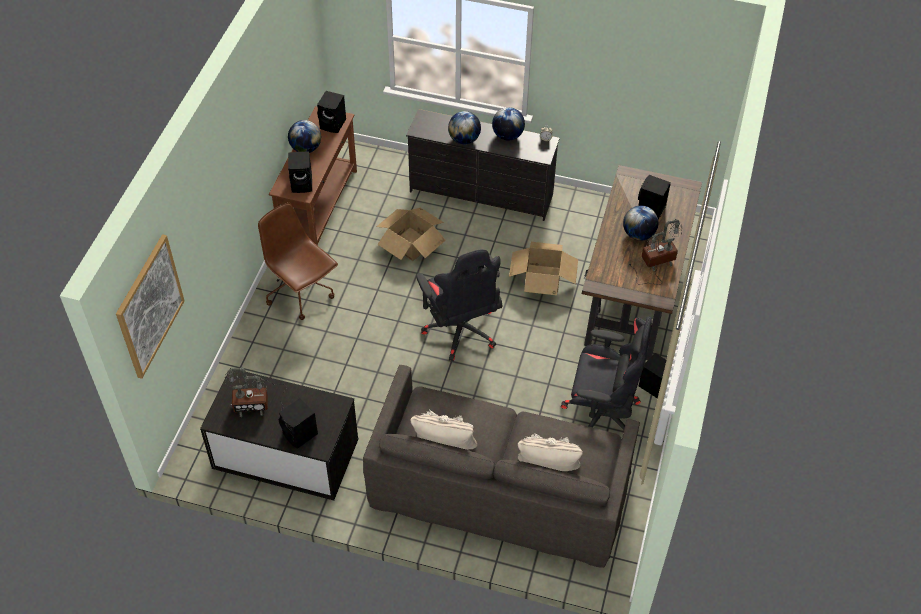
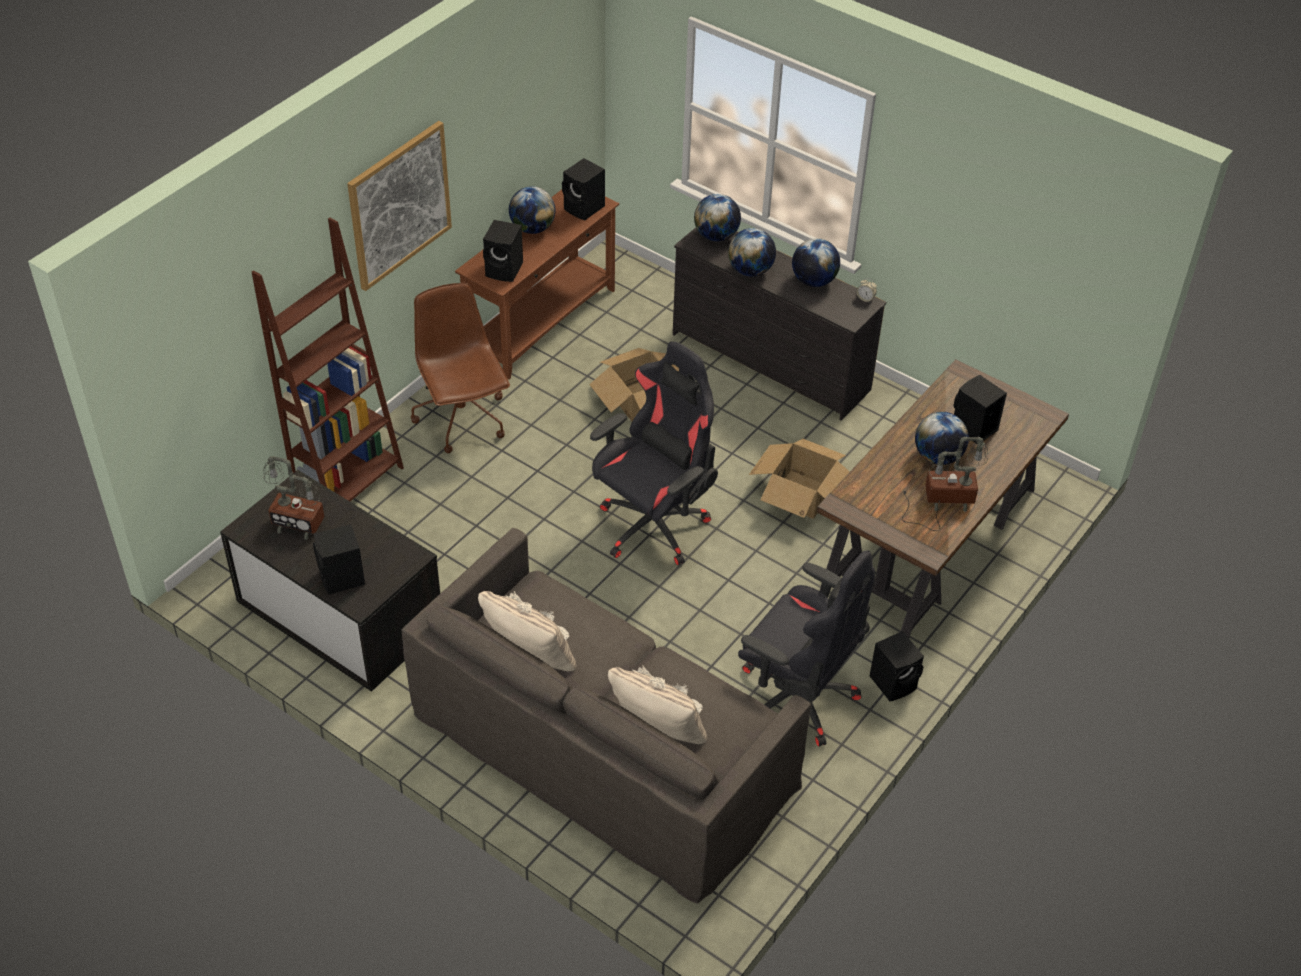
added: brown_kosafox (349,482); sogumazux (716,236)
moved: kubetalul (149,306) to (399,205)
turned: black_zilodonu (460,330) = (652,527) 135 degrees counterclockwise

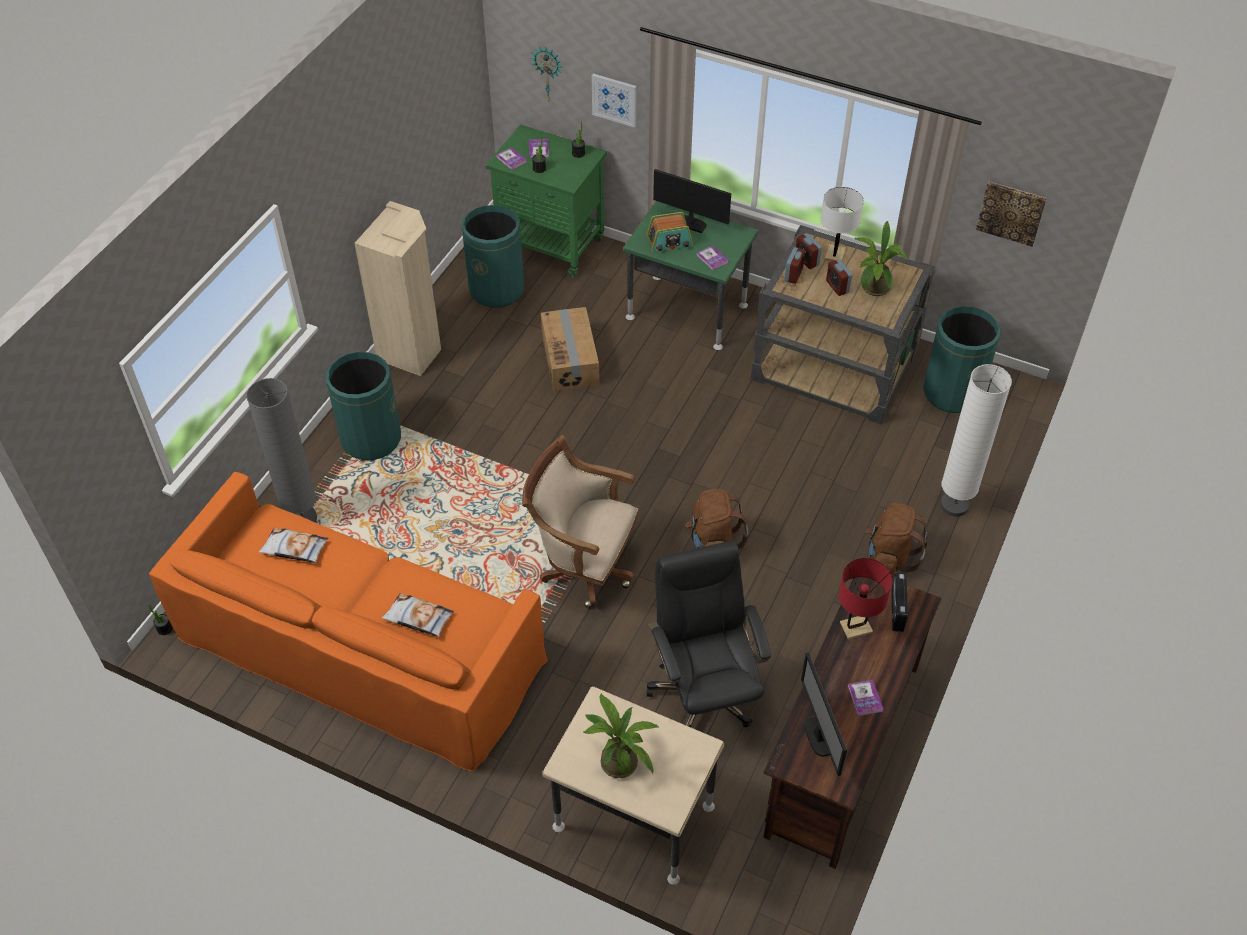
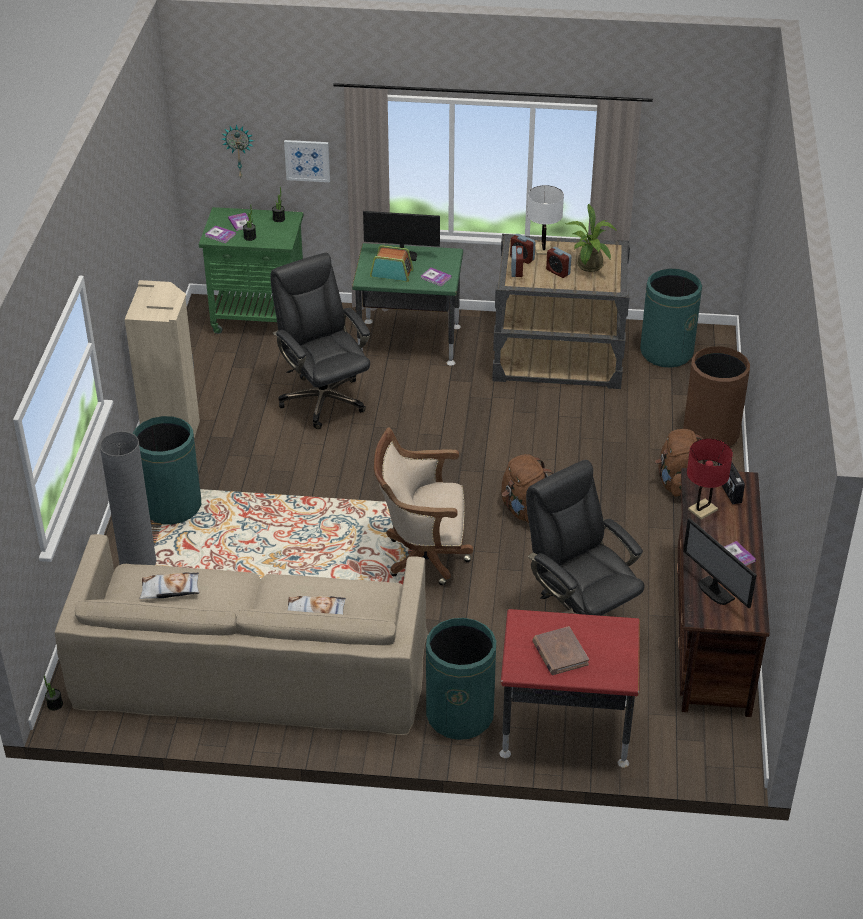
removed: kubetalul (1011,212)
moved: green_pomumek (497,289) to (460,715)
replaced: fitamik (570,359) to black_zilodonu (324,402); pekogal (618,758) to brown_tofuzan (559,653); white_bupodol (954,505) to brown_pomumek (711,433)
recoloured: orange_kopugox (360,646) to beige_kopugox (252,668); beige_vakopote (632,817) to red_vakopote (565,728)
turned: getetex (669,242) = (391,273) 135 degrees counterclockwise

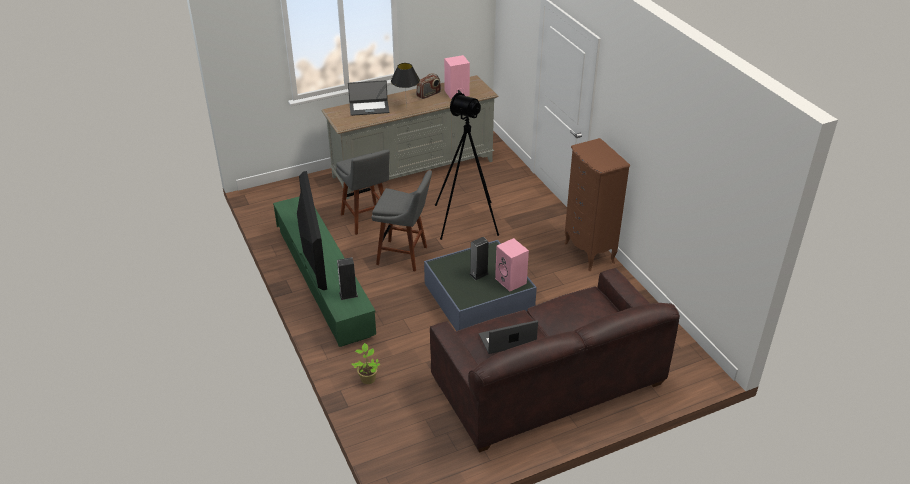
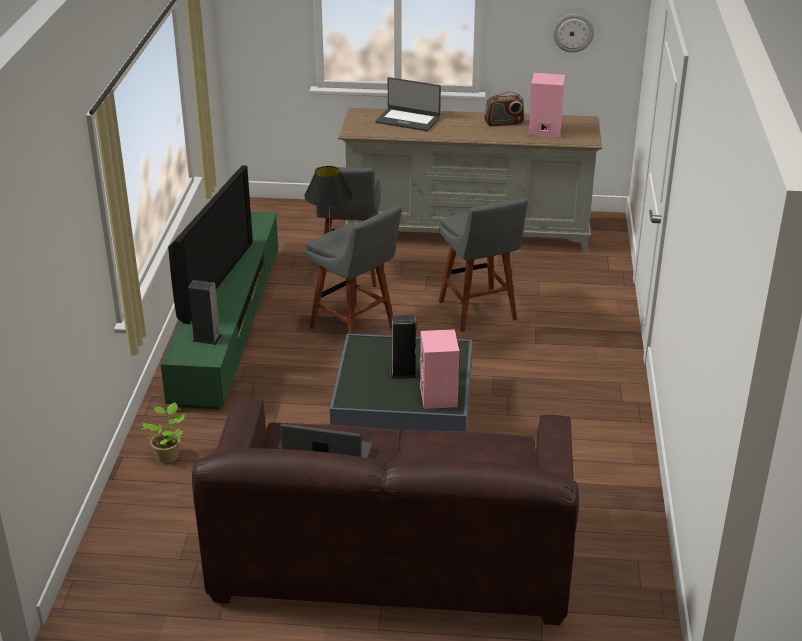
removed: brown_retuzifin (587,253)
added: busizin (573,32)
moved: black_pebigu (406,107) to (329,239)
replaced: black_bupodol (466,220) to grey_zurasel (479,313)

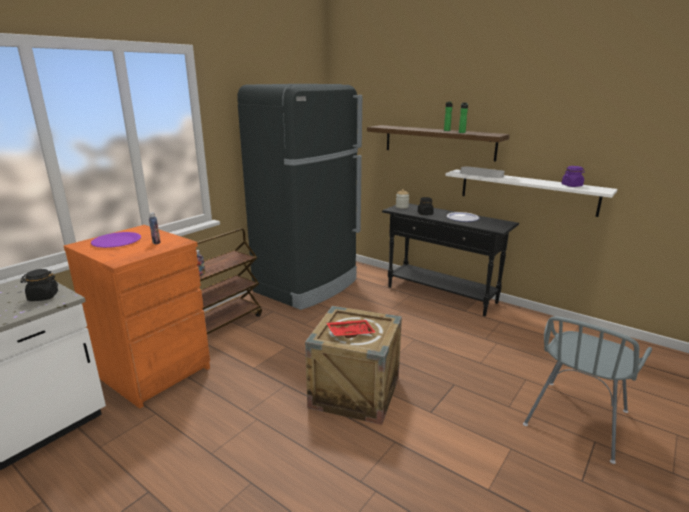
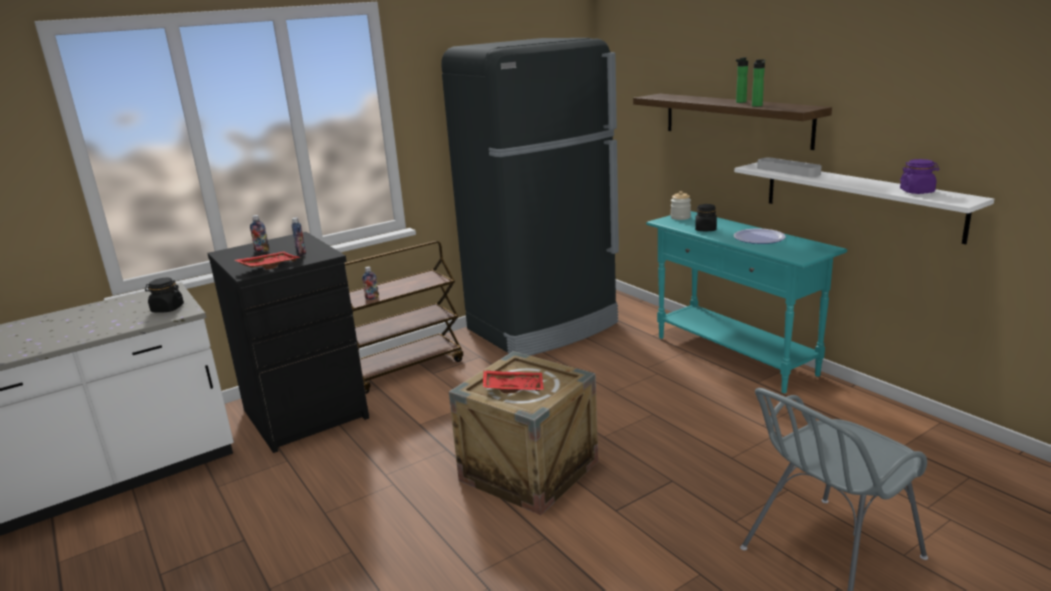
added: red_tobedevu (268,266)
replaced: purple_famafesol (117,241) to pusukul (262,251)
recoloured: orange_retuzifin (154,371) to black_retuzifin (307,414); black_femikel (441,295) to turquoise_femikel (734,356)

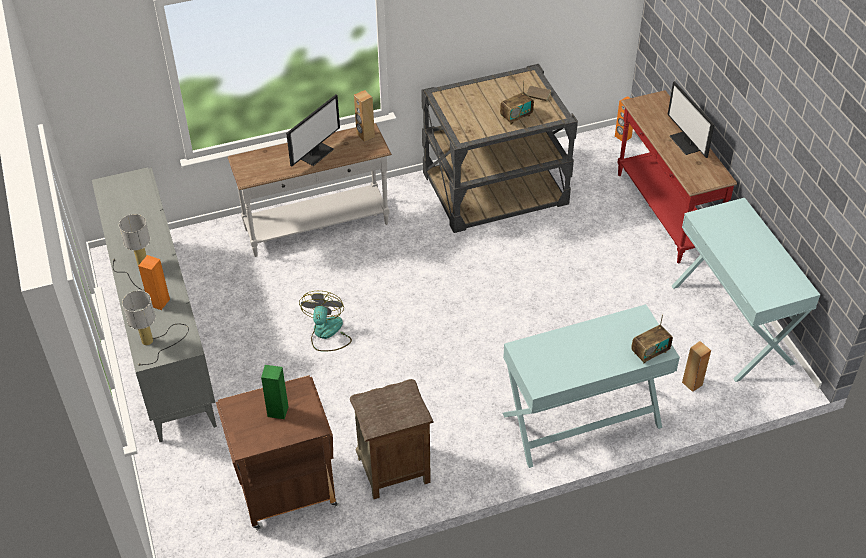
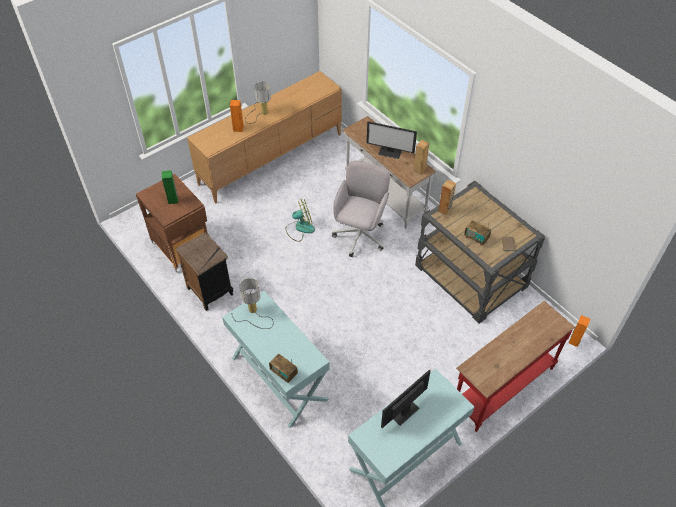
added: grey_zilodonu (360,236)
moved: pebigu (155,342) to (253,314); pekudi (686,143) to (404,412); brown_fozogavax (692,383) to (445,210)
recoloured: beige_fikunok (393,469) to black_fikunok (210,290); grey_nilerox (161,333) to brown_nilerox (271,158)

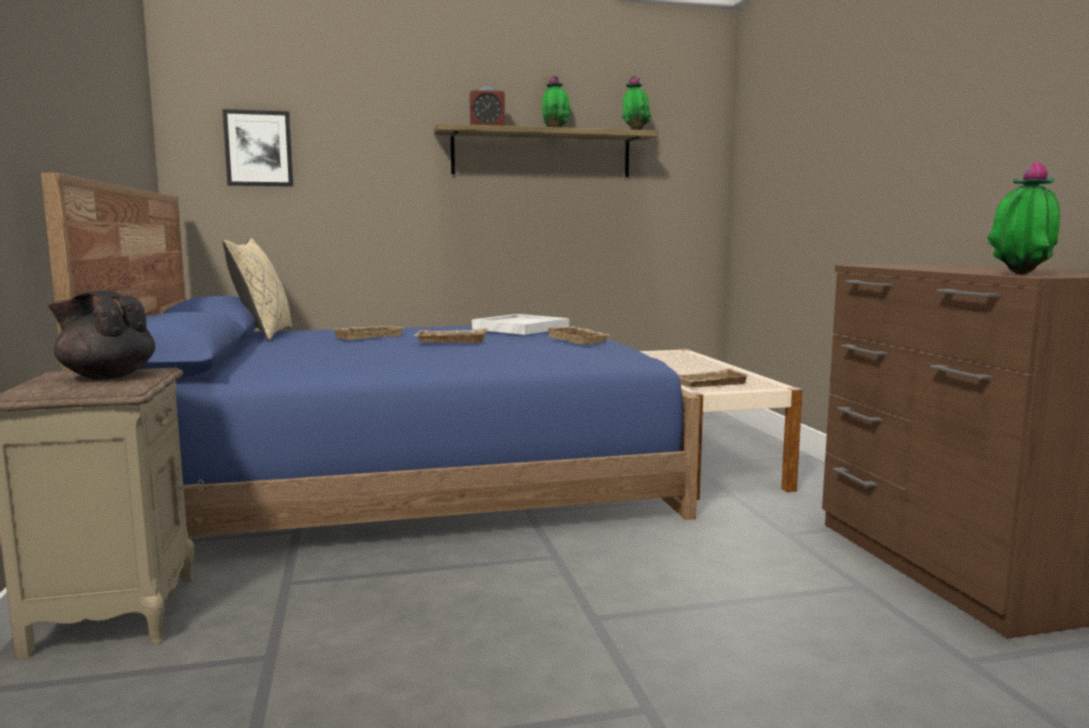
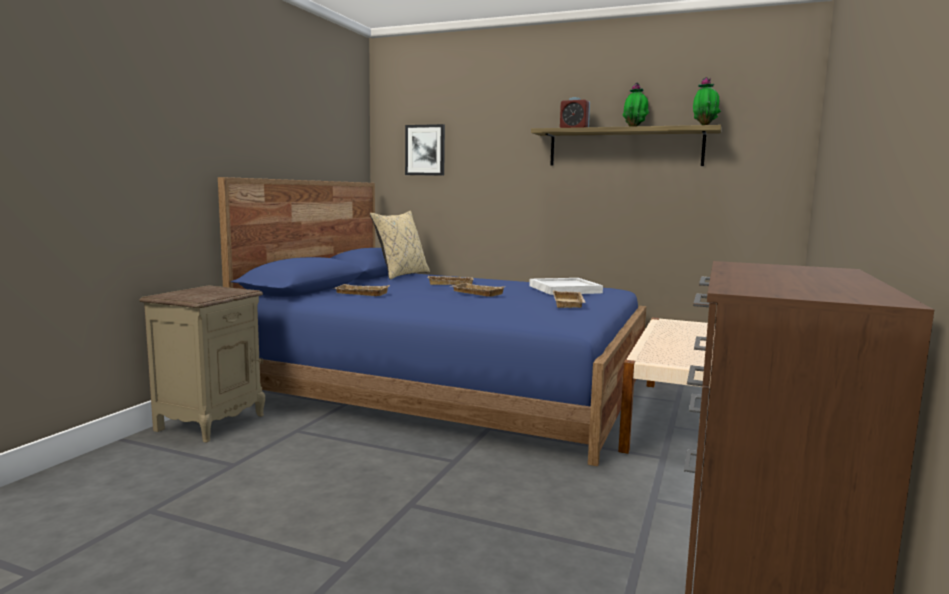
removed: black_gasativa (107,376); pekogal (1019,275)
moved: beige_tobedevu (710,384) to (360,294)

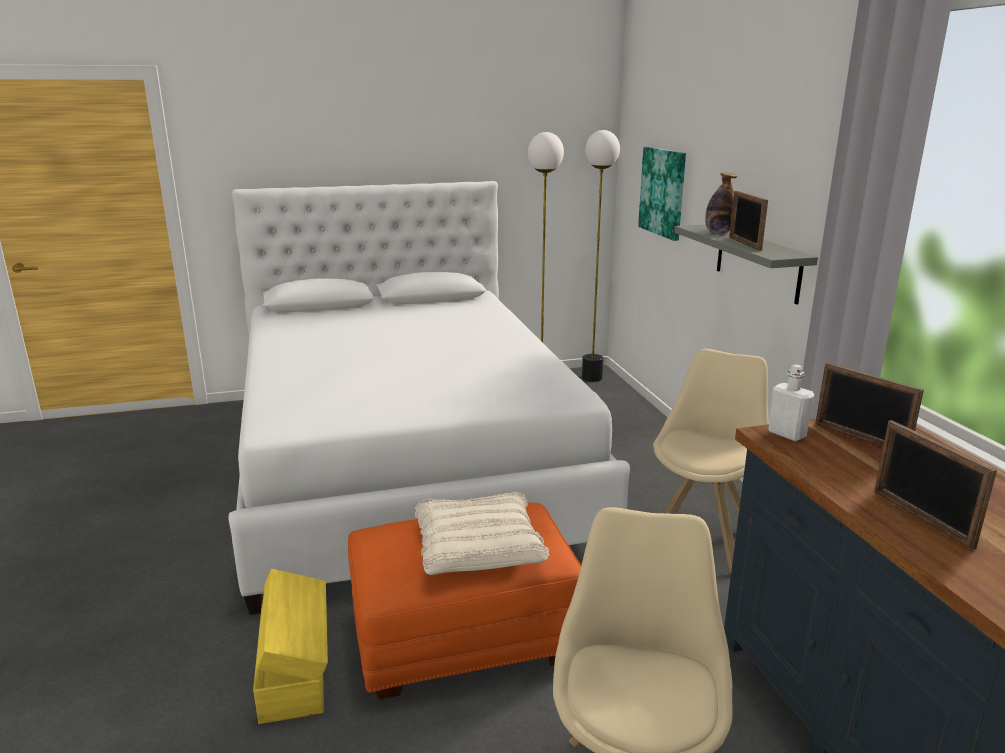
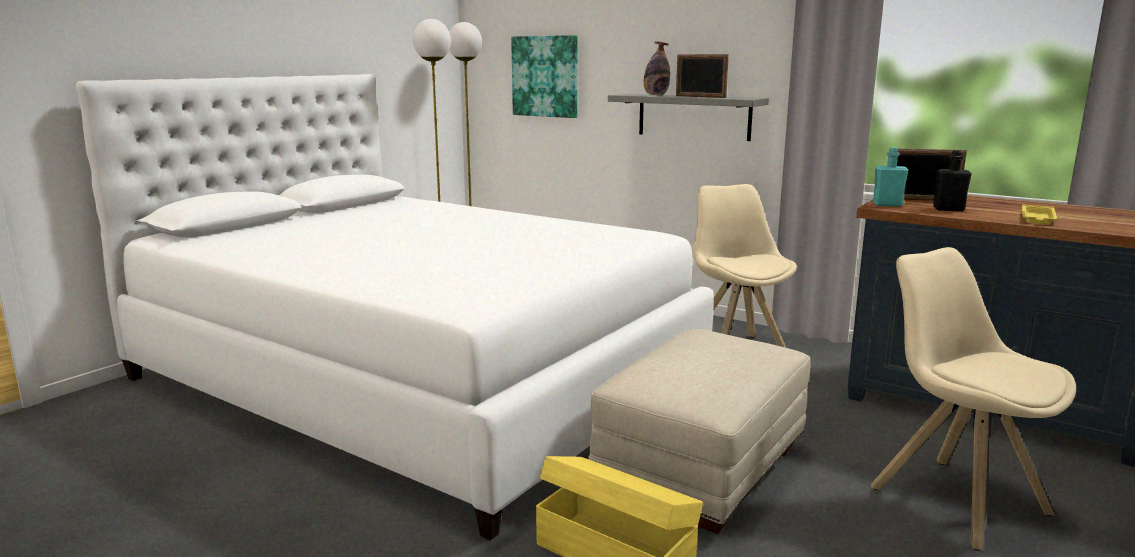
removed: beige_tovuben (478,546)
added: black_pusukul (948,209)
replaced: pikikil (921,518) to yellow_tobedevu (1037,218)
recoloured: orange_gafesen (464,639) to beige_gafesen (701,469); white_pusukul (787,434) to turquoise_pusukul (887,205)

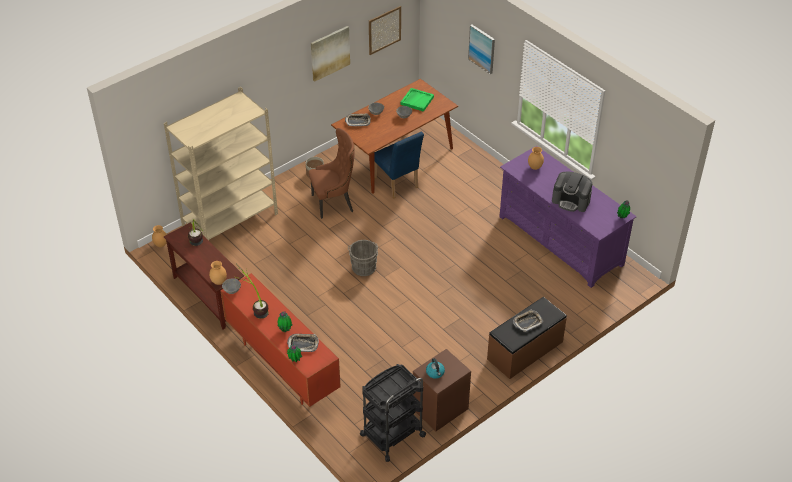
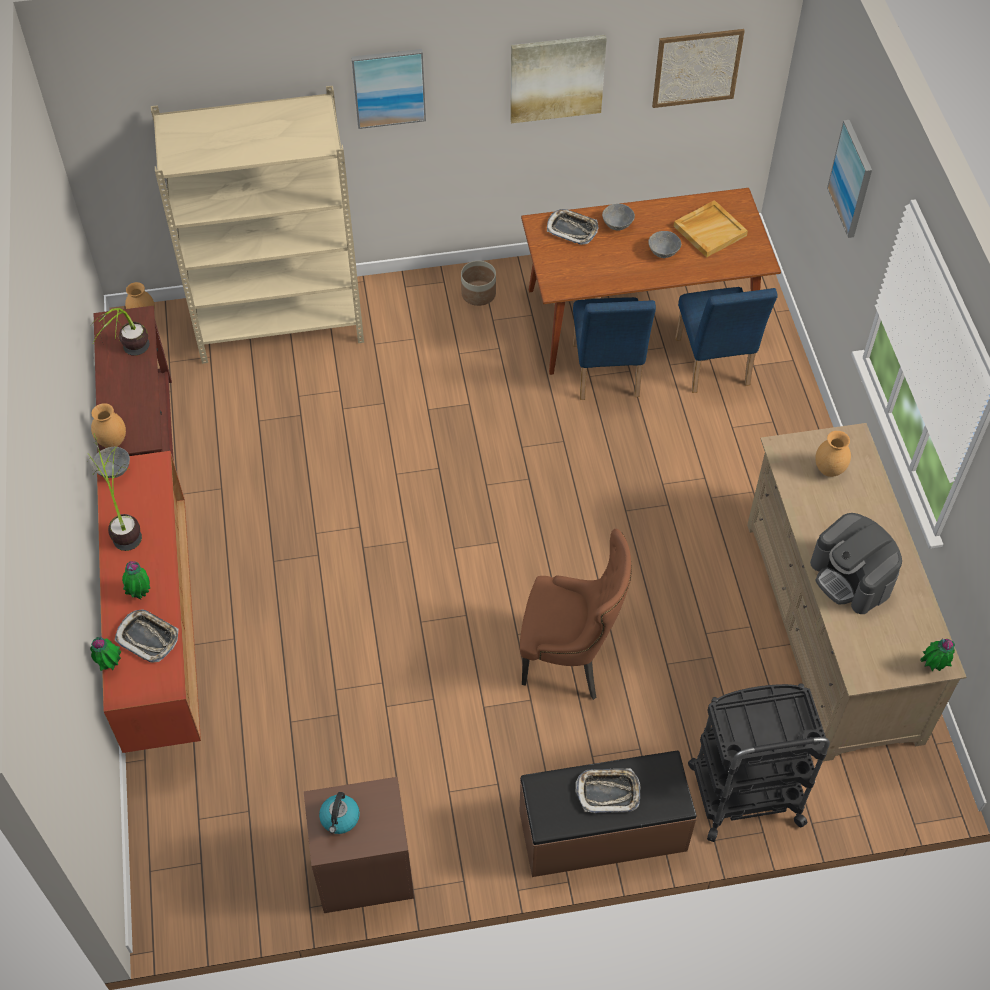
removed: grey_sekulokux (363,266)
added: kubetalul (389,87); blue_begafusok (713,367)
moved: brown_begafusok (333,202) to (569,656); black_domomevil (392,435) to (745,793)
recoloured: green_tobedevu (417,100) to beige_tobedevu (710,230); purple_retuzifin (559,241) to beige_retuzifin (829,630)

